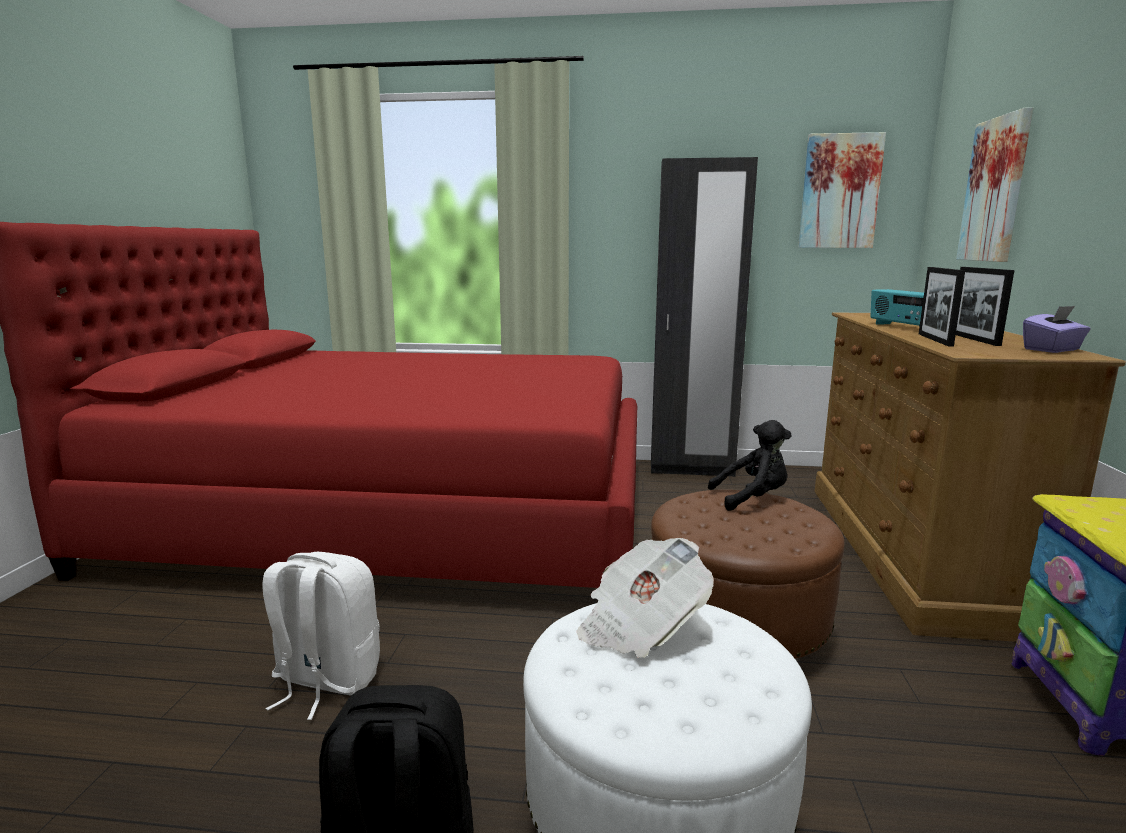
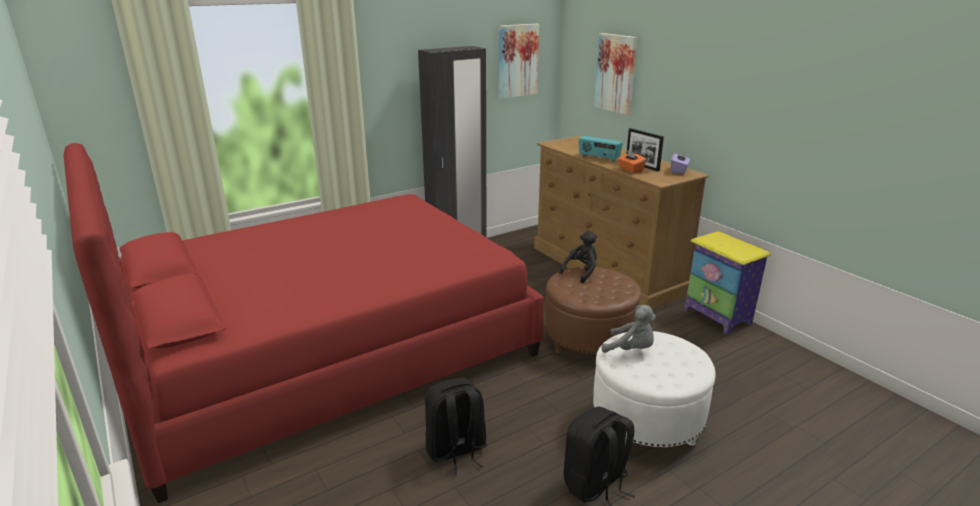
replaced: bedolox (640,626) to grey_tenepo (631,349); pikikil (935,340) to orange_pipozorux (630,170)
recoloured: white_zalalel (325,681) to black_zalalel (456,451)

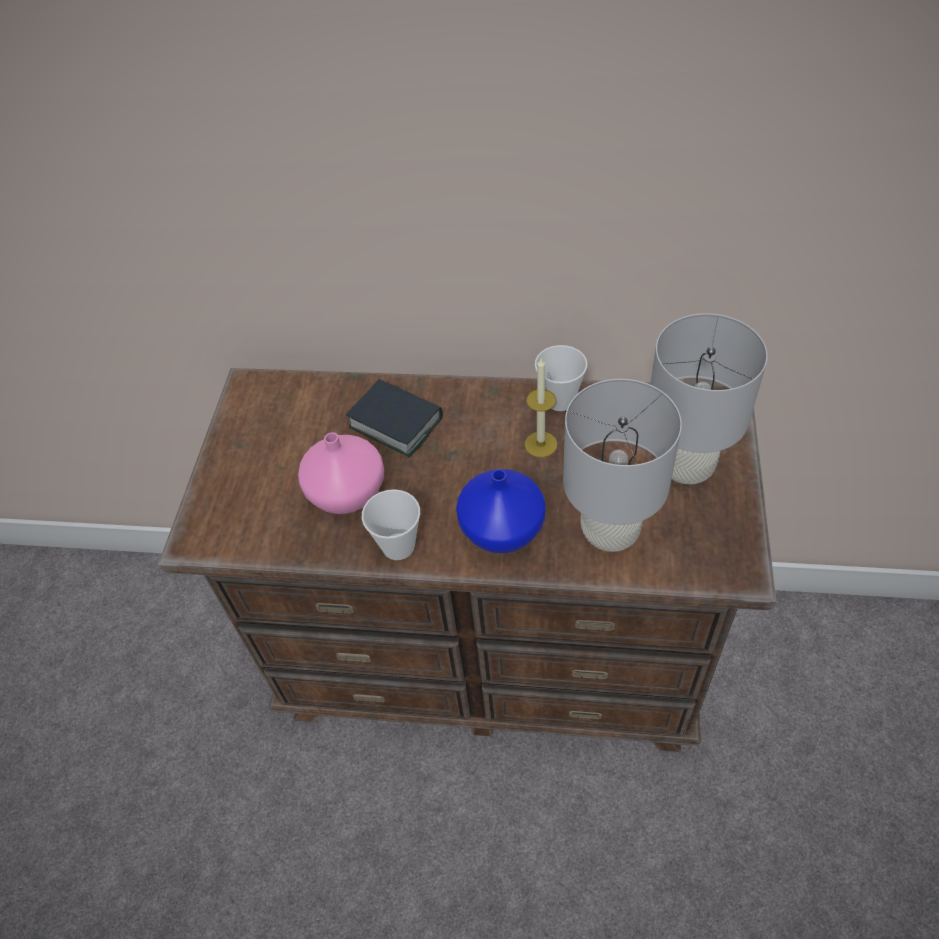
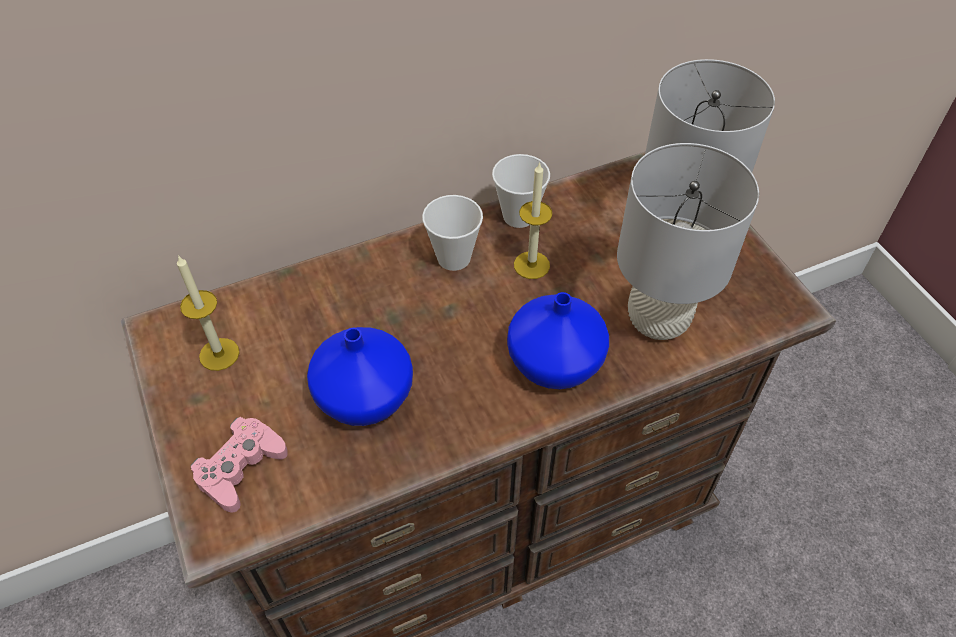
removed: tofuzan (396,423)
added: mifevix (219,354); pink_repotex (241,468)
moved: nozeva (398,546) to (454,258)
recoloured: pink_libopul (345,492) to blue_libopul (362,398)

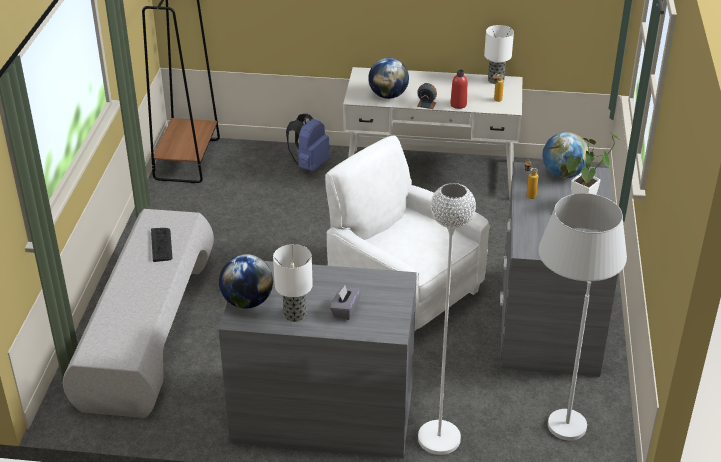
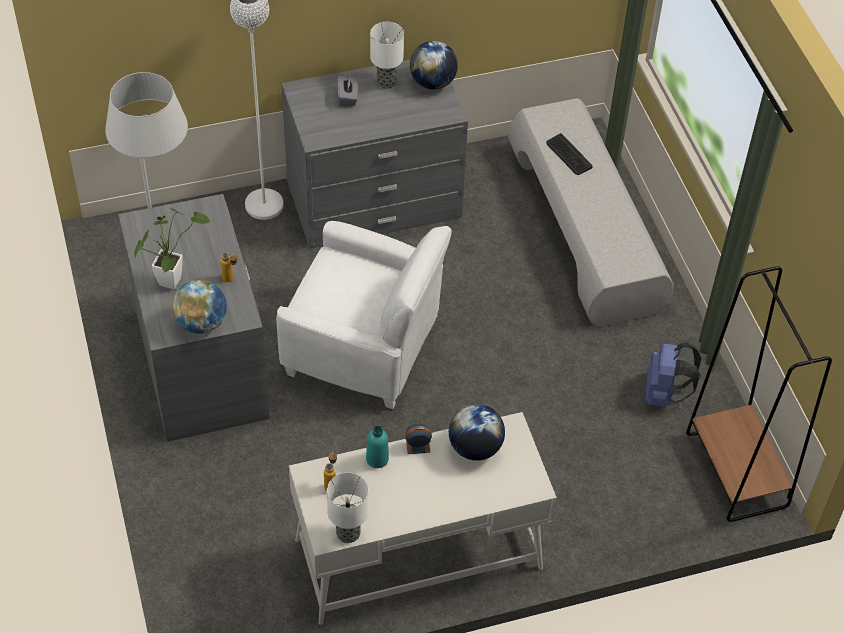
moved: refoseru (161,245) to (568,155); blue_zalalel (309,165) to (664,394)
recoloured: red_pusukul (458,104) to turquoise_pusukul (377,459)

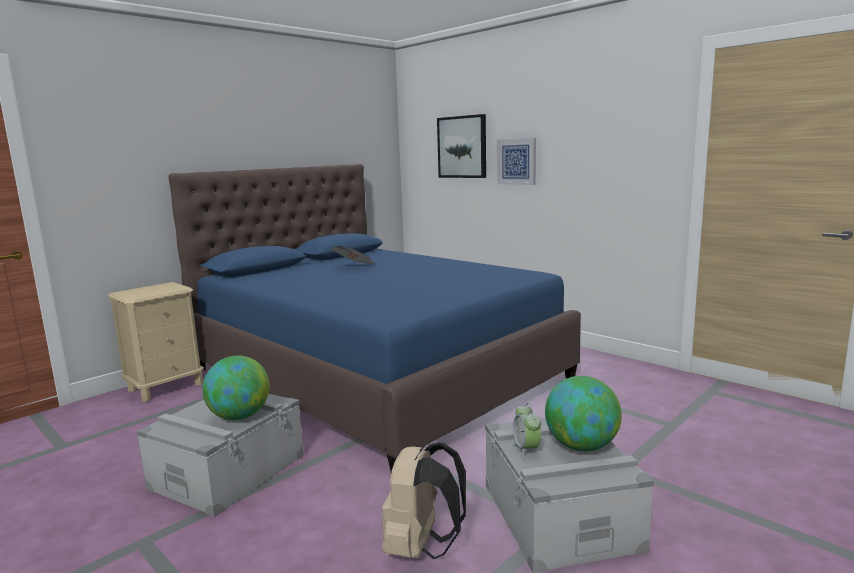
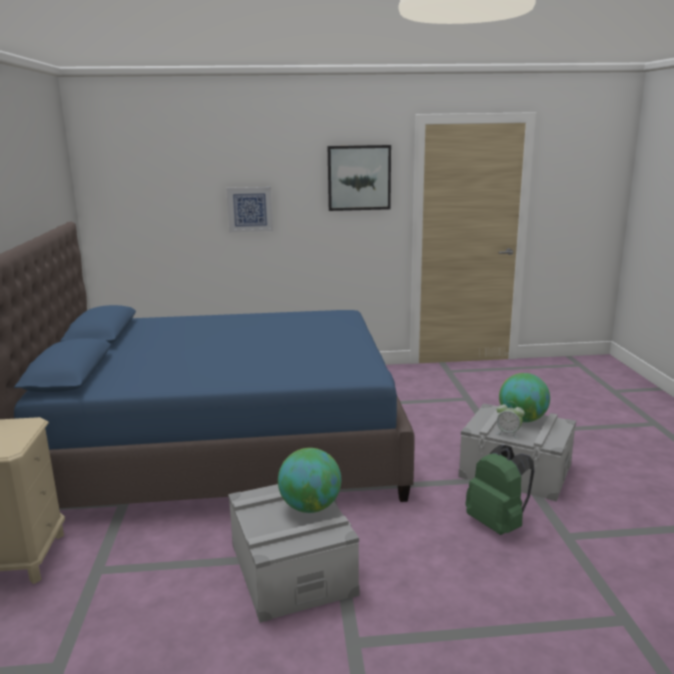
removed: bedolox (355,267)
moved: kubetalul (462,147) to (359,178)
recoloured: beige_zalalel (421,548) to green_zalalel (498,524)

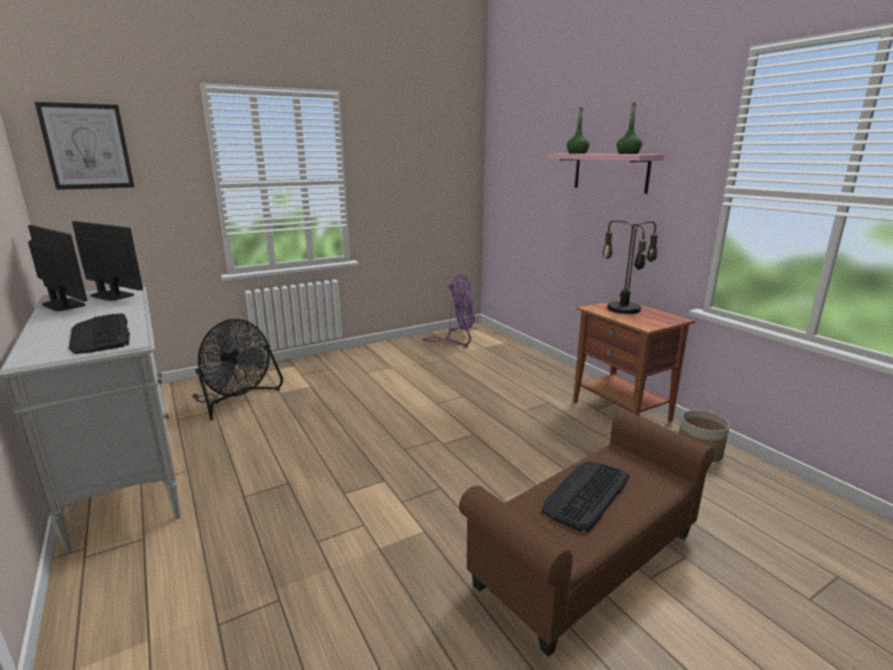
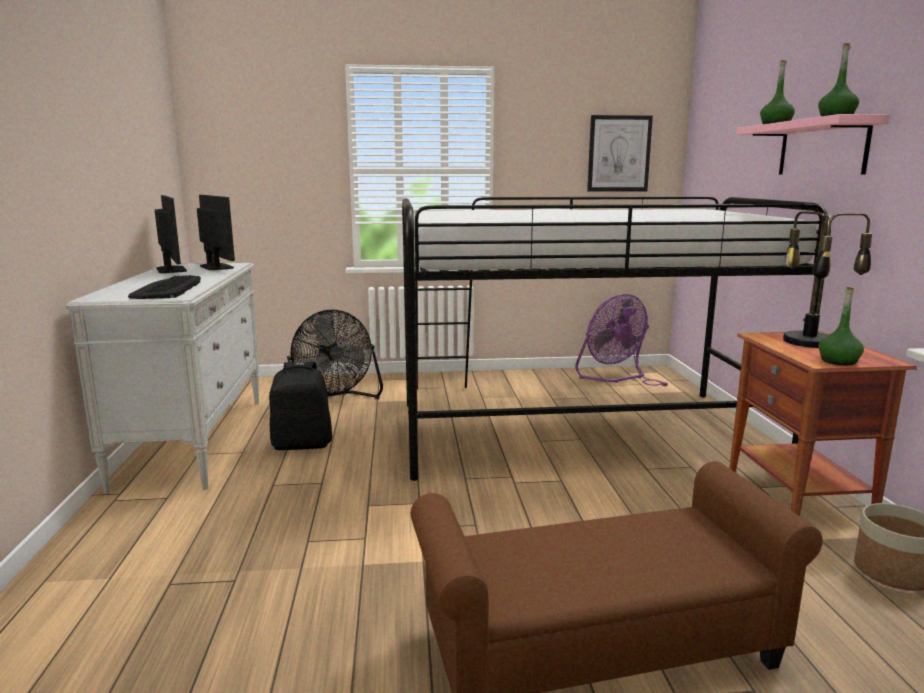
removed: refoseru (586,494)
added: black_zalalel (302,444); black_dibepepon (575,430); green_pusukul (838,361)
moved: kubetalul (87,147) to (619,154)
turned: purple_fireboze (456,336) = (622,376) 150 degrees counterclockwise

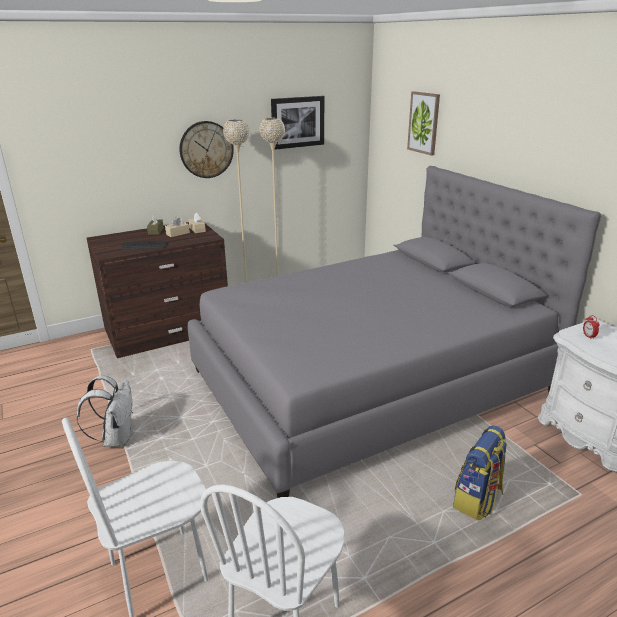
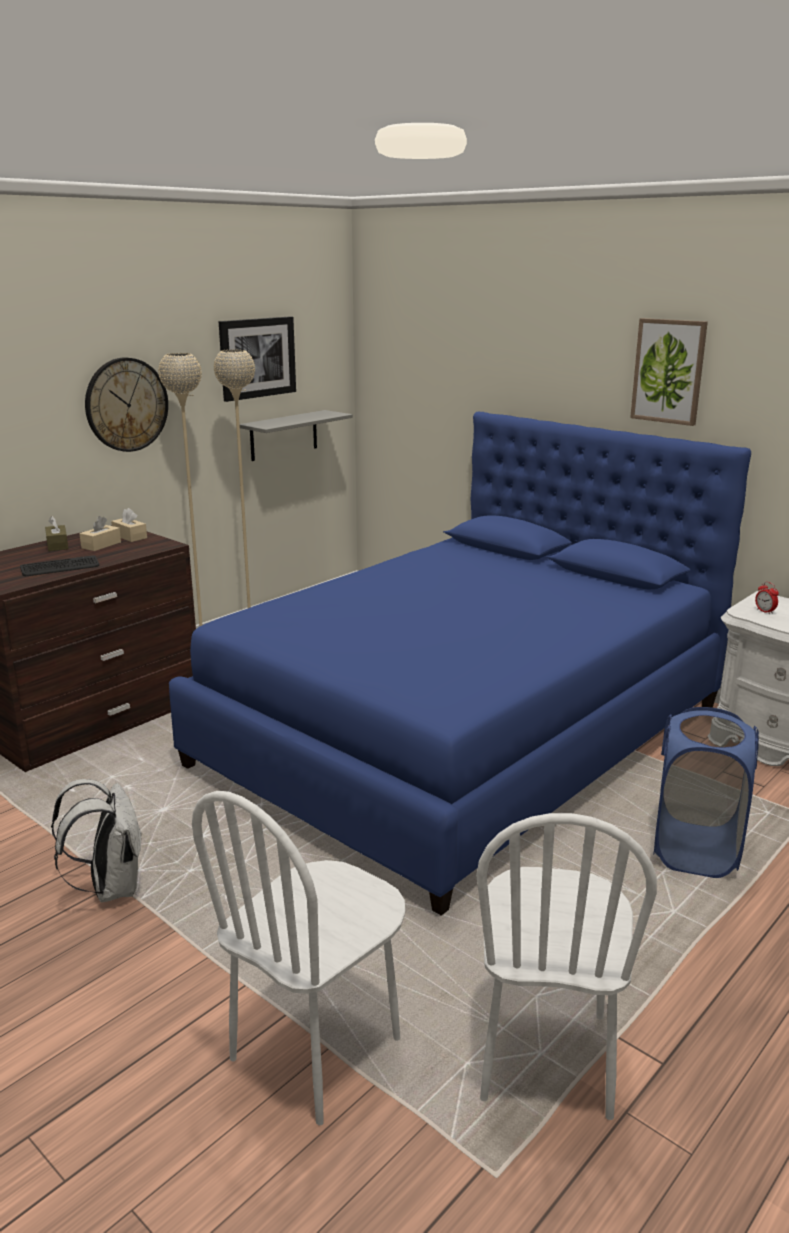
added: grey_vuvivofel (284,435)
moved: kubetalul (424,123) to (668,371)
replaced: zalalel (477,500) to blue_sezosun (695,850)
recoloured: grey_dibepepon (370,381) to blue_dibepepon (464,734)

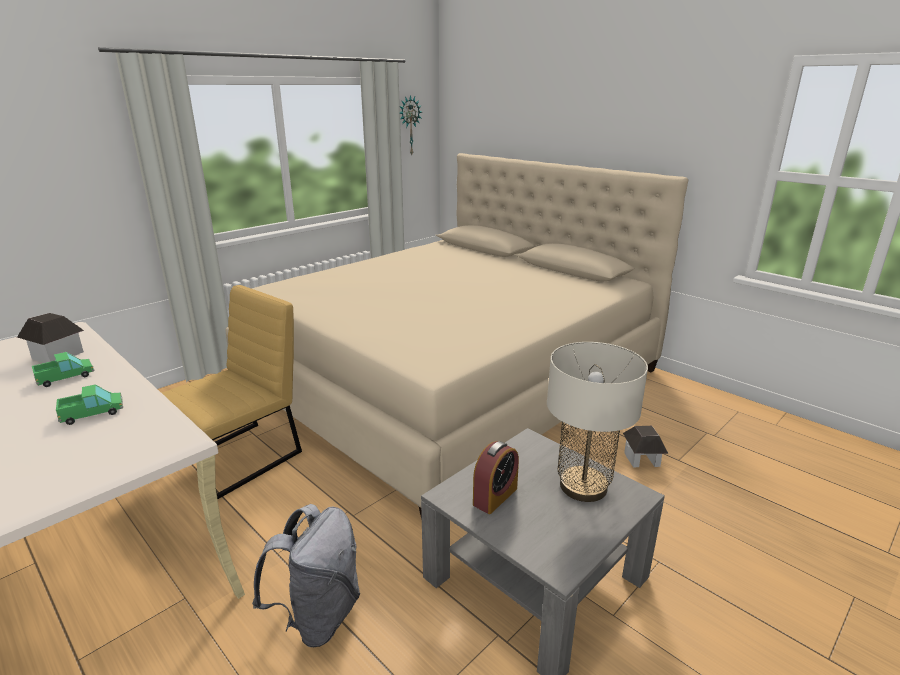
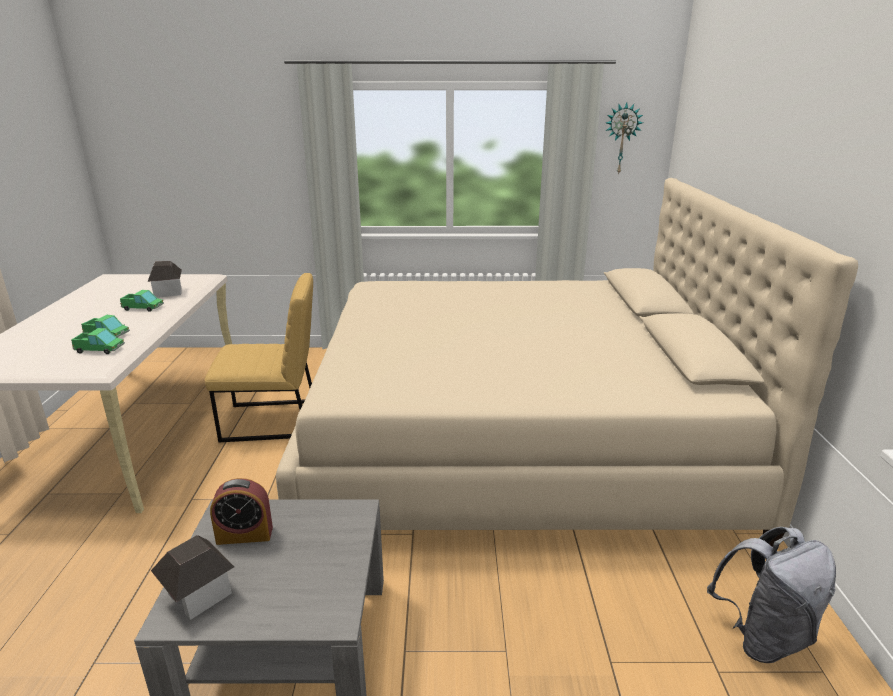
removed: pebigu (583,486)
added: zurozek (99,349)
moved: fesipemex (642,459) to (198,594); grey_zalalel (318,616) to (762,637)

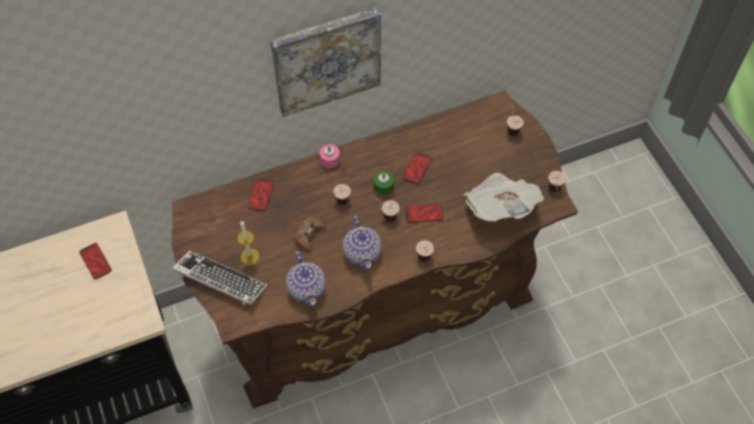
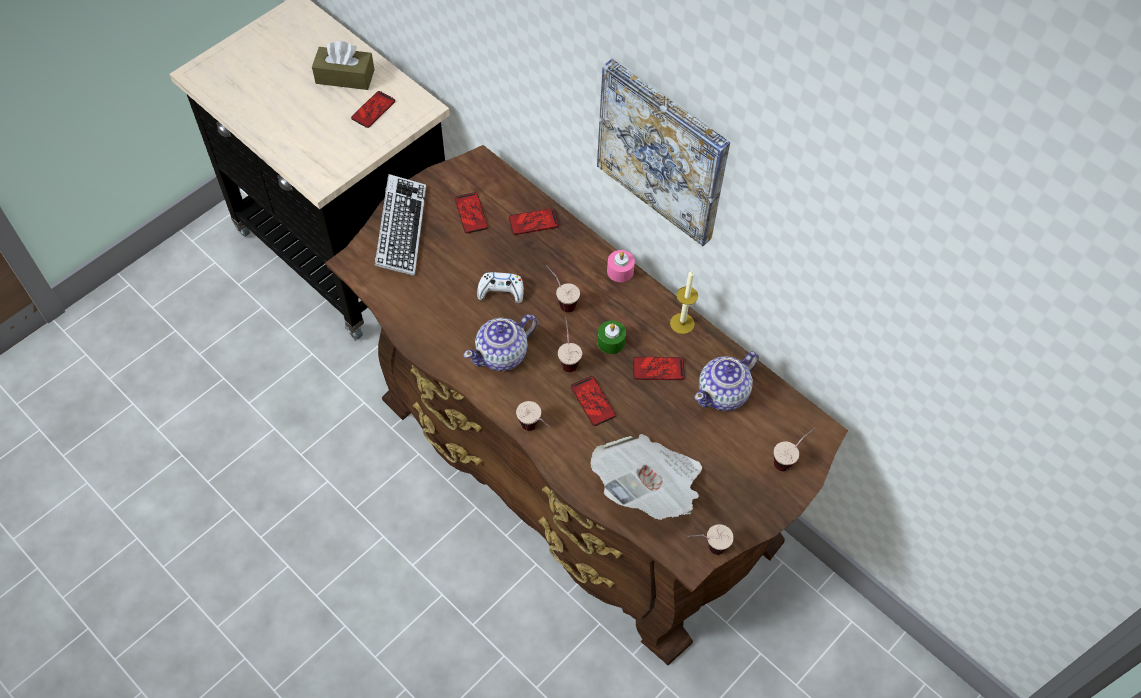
added: brown_pipozorux (345,76); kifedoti (471,213)
moved: mifevix (249,256) to (682,323); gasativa (307,288) to (723,393)
recoloured: brown_repotex (309,235) to white_repotex (501,291)

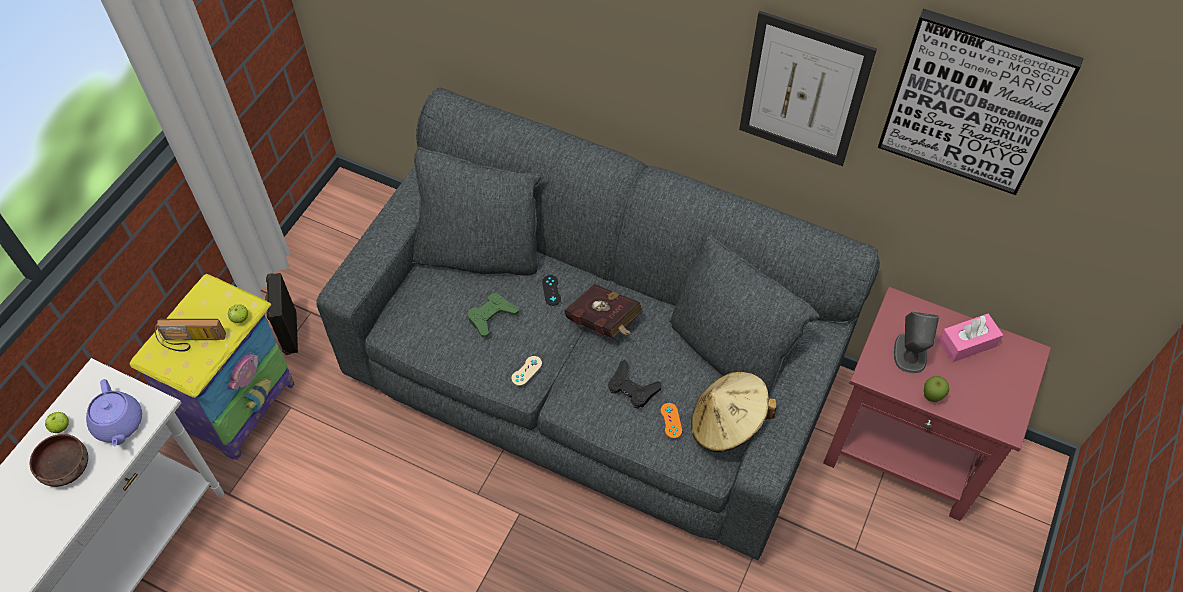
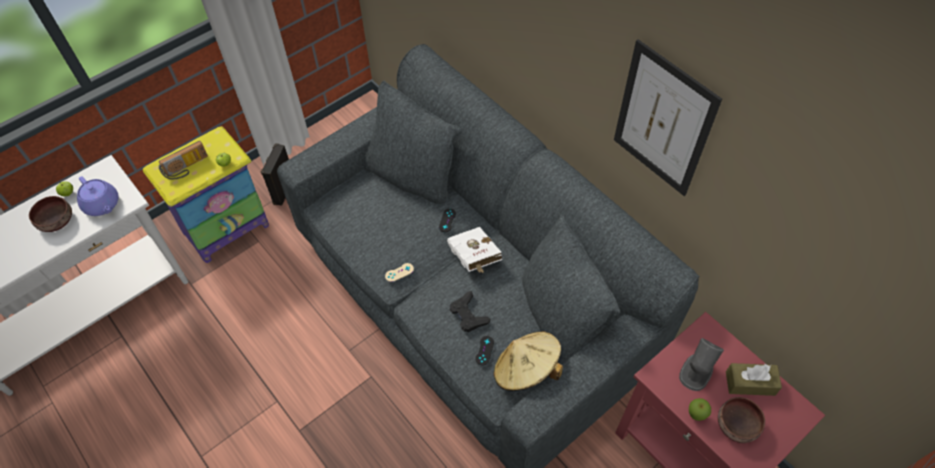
removed: green_repotex (491,317); kubetalul (973,102)
added: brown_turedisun (738,425)
recoloured: red_tofuzan (605,323) to white_tofuzan (474,259); orange_repotex (671,420) to black_repotex (484,350); pink_pipozorux (967,343) to brown_pipozorux (750,383)
turned: purple_gasativa (119,424) = (102,205) 45 degrees counterclockwise; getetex (192,341) = (187,168) 60 degrees counterclockwise

